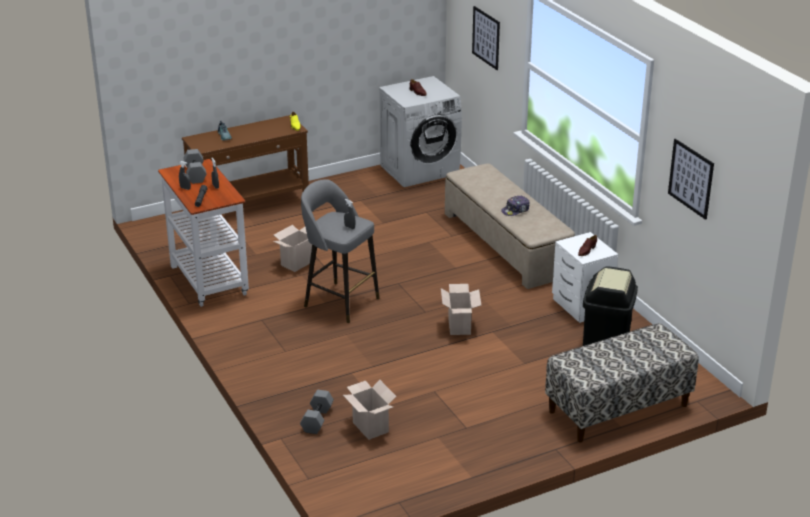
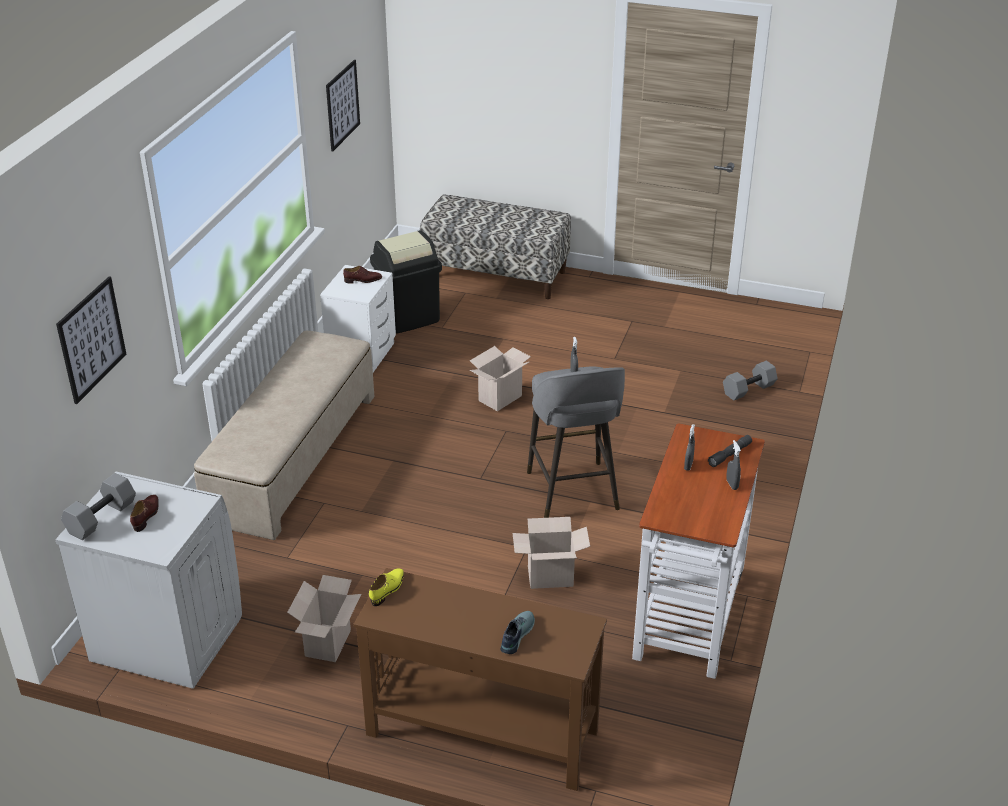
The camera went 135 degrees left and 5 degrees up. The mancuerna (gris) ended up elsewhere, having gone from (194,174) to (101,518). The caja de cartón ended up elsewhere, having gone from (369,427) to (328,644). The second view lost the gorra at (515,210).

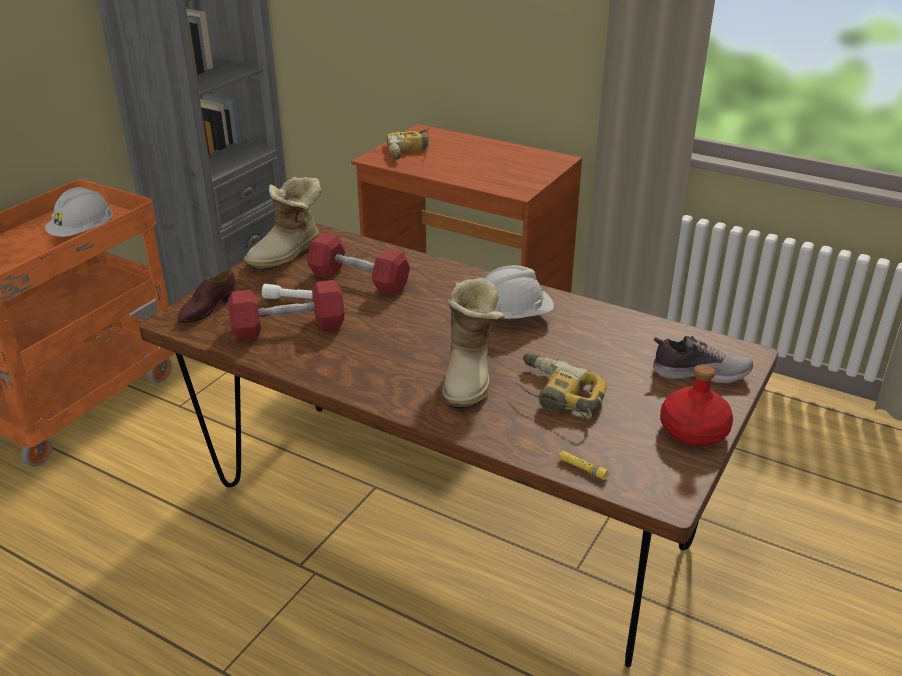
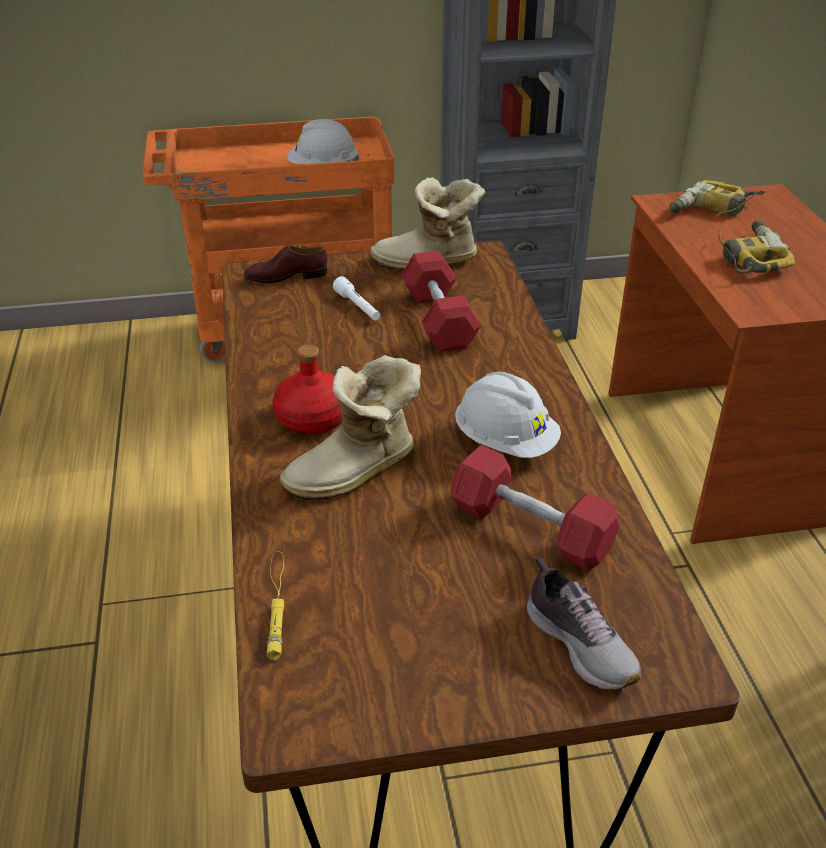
The camera went 50 degrees right and 5 degrees up. The botella (rojo) ended up elsewhere, having gone from (692,431) to (312,418). The mancuerna (rojo) ended up elsewhere, having gone from (288,327) to (530,528). The taladro ended up elsewhere, having gone from (555,395) to (748,257).

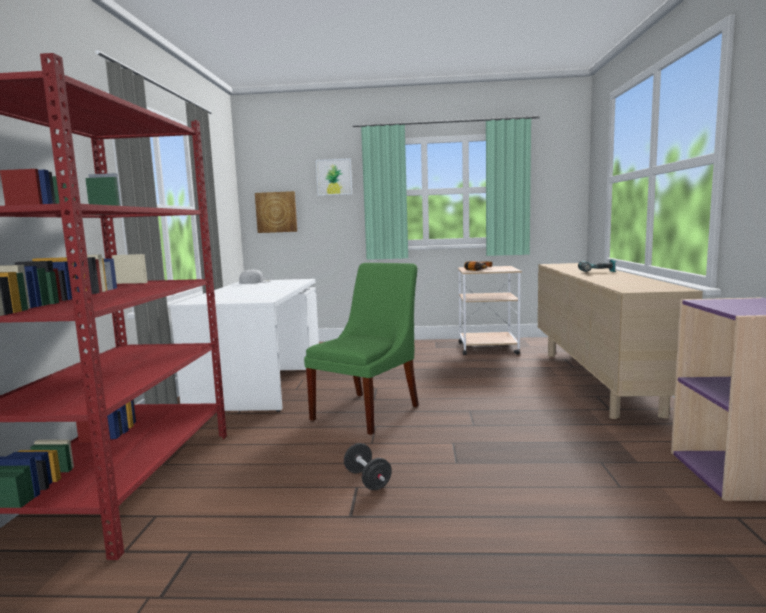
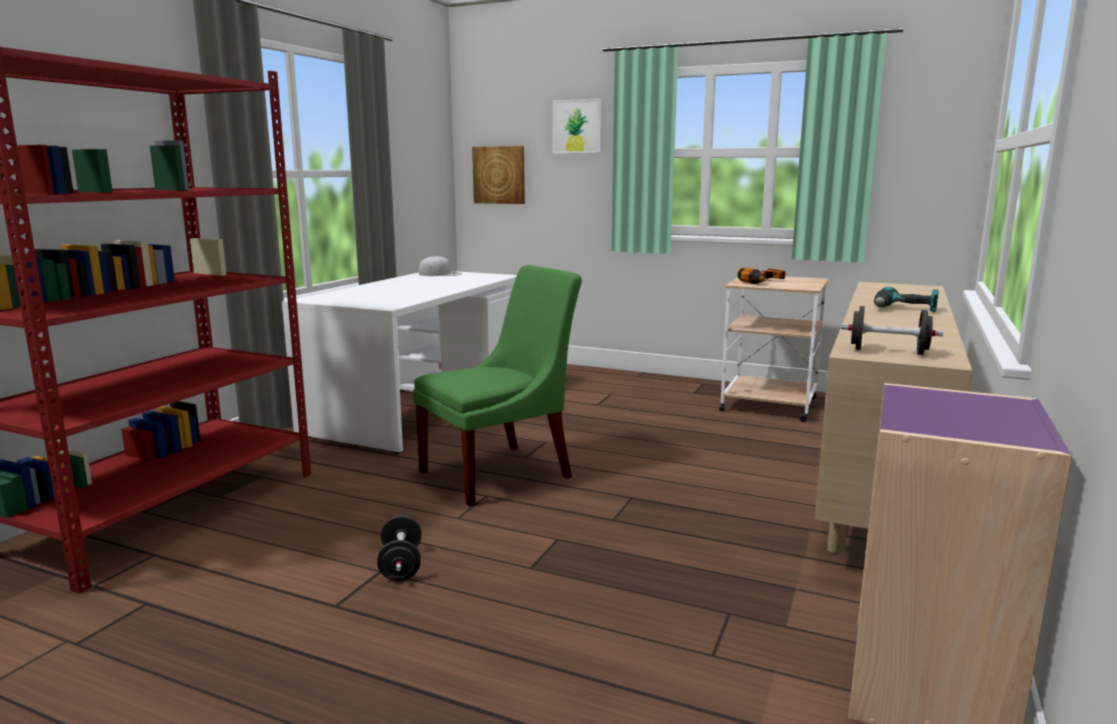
The camera went 20 degrees right and 5 degrees up. The second view gained the mancuerna (negro) at (888,351).

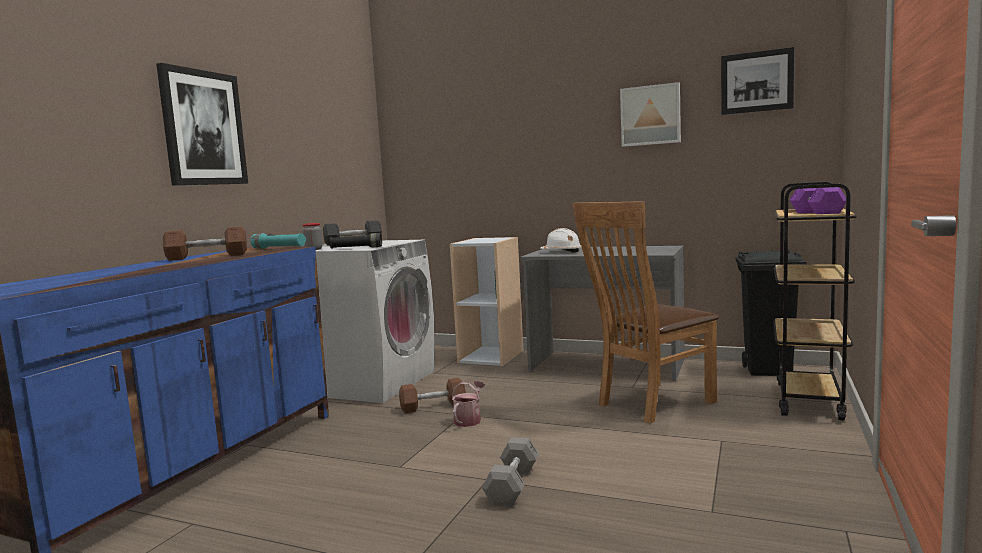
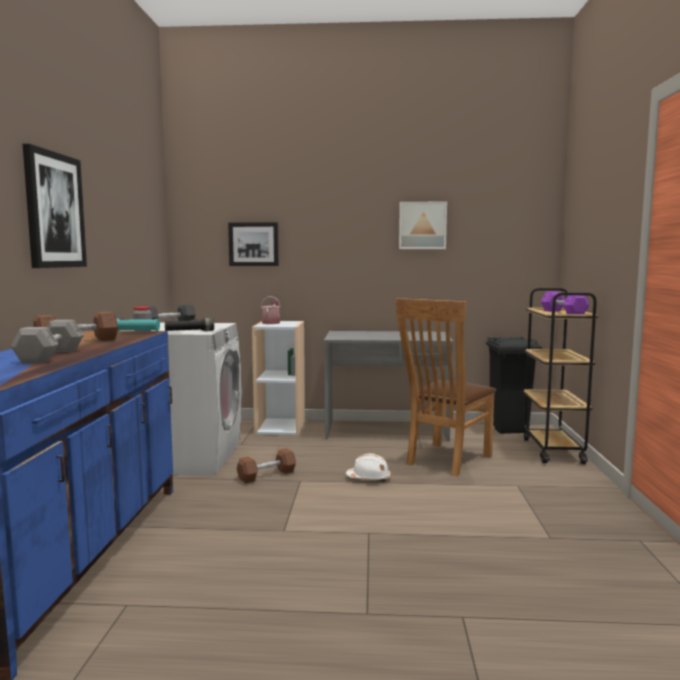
The camera went 20 degrees left and 0 degrees up. The mancuerna (gris) ended up elsewhere, having gone from (512,485) to (50,356). The cuadro ended up elsewhere, having gone from (756,82) to (253,244). The regadera ended up elsewhere, having gone from (469,419) to (271,322). The casco (blanco) ended up elsewhere, having gone from (561,252) to (369,478).

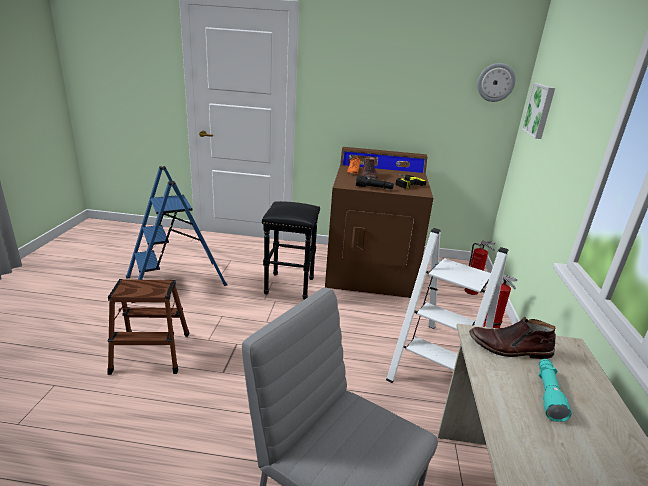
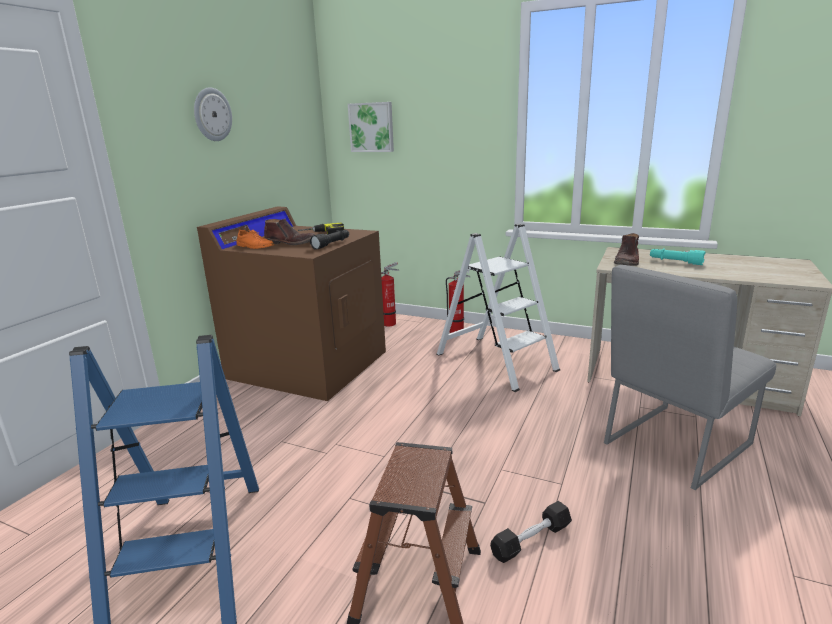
The camera went 70 degrees left and 5 degrees down. The reloj de pared ended up elsewhere, having gone from (496,82) to (212,114). The second view gained the mancuerna (negro) at (531,540). The second view lost the taburete (negro) at (290,285).

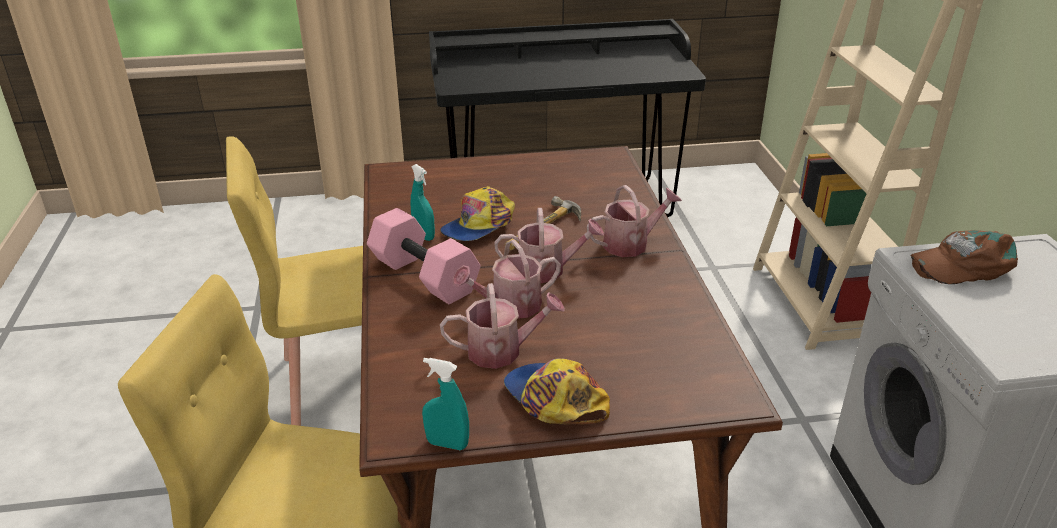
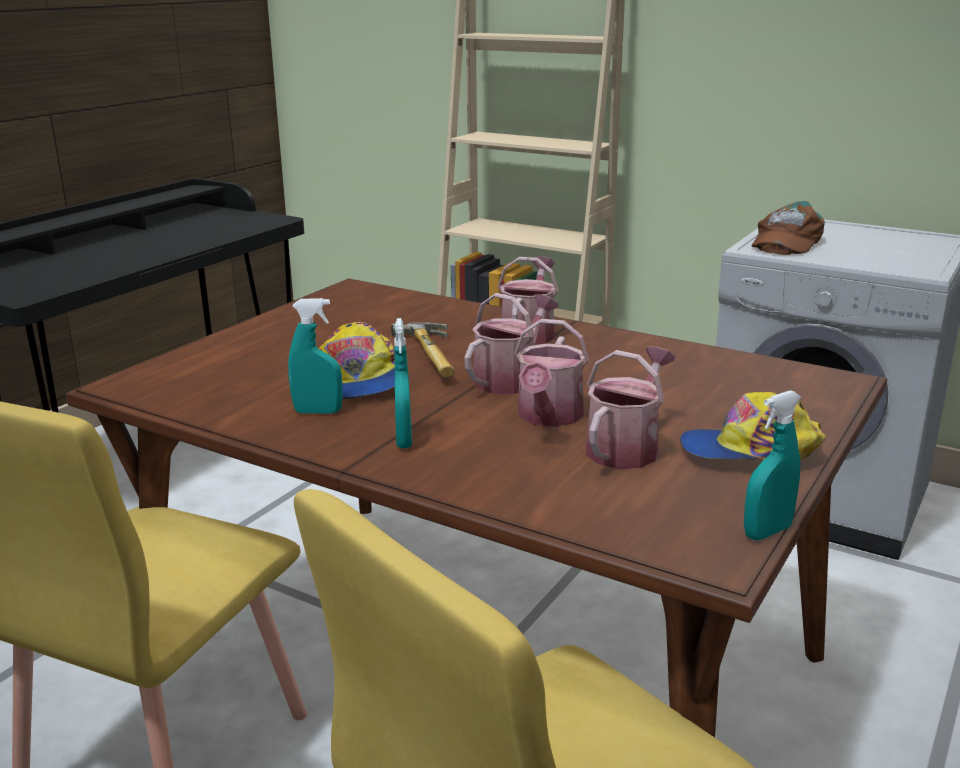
The camera went 50 degrees left and 10 degrees down. Where the mancuerna (rosa) stood at (422,276), the pulverizador (turquesa) came to stand at (404,440).

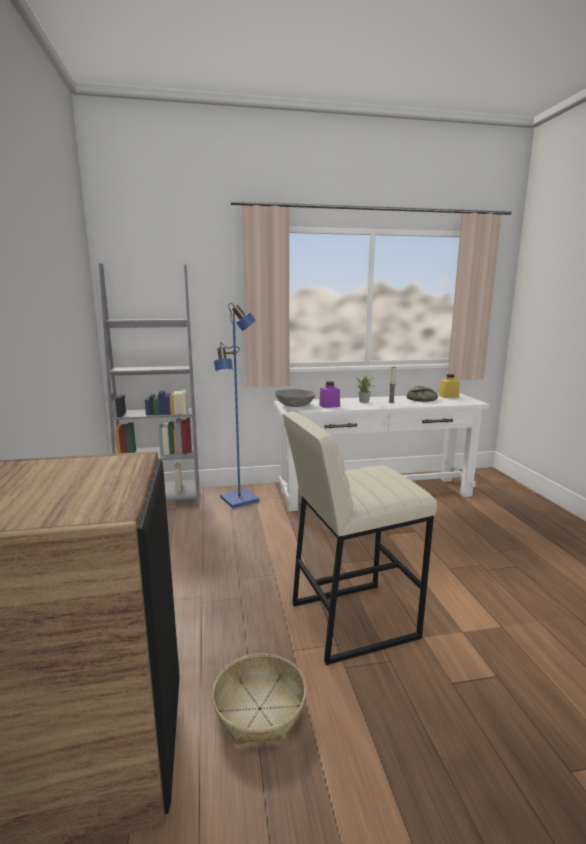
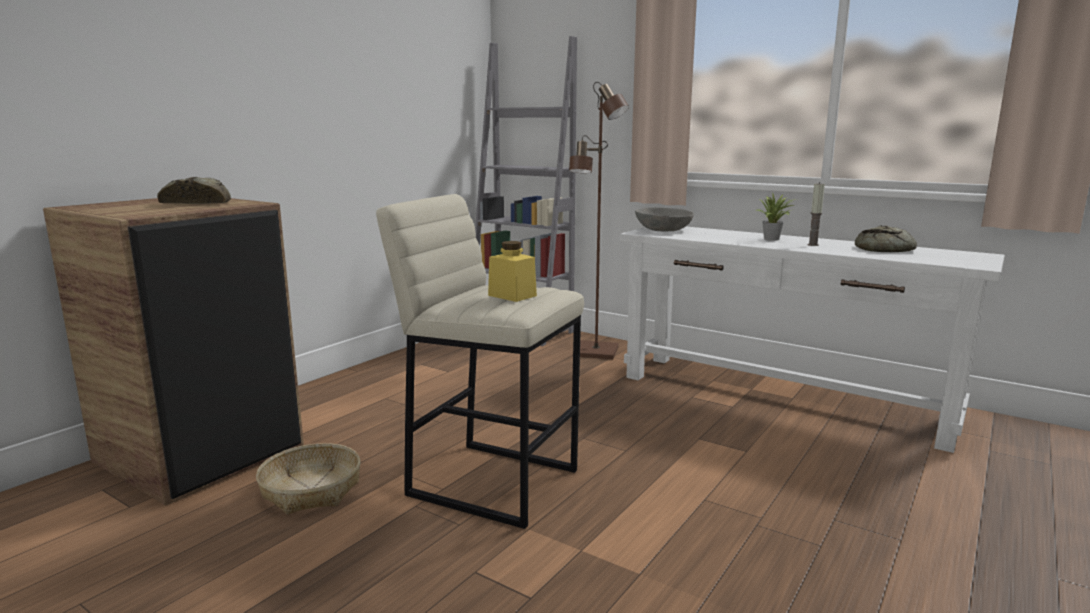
The camera went 45 degrees right and 0 degrees up. The second view gained the pan at (196,203). The tarro (amarillo) ended up elsewhere, having gone from (448,396) to (512,295). What was the lámpara de pie (azul) at (239,499) turned into the lámpara de pie (marrón) at (595,351). The second view lost the tarro (morado) at (329,406).

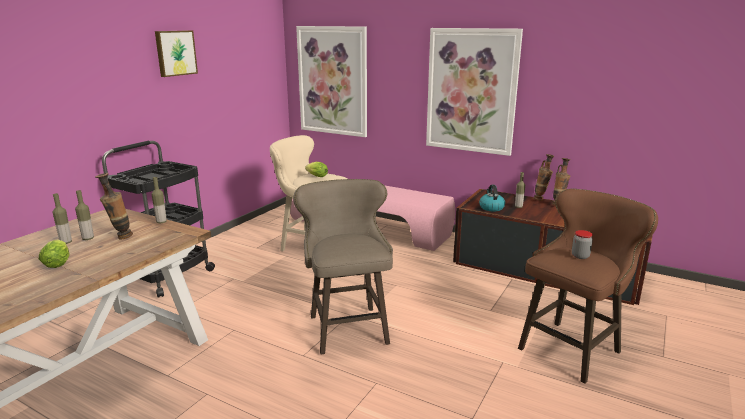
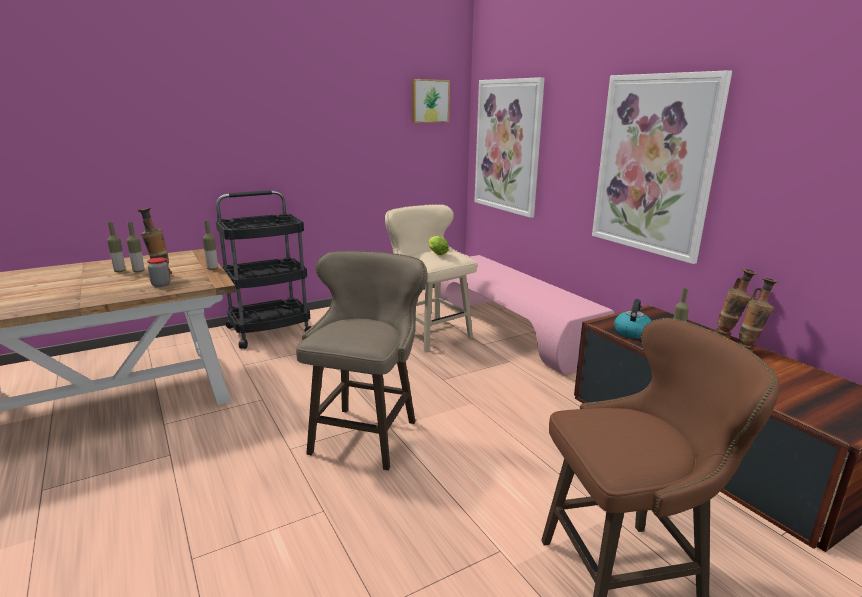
The camera went 30 degrees right and 0 degrees up. The tarro ended up elsewhere, having gone from (580,256) to (161,284). The cuadro ended up elsewhere, having gone from (175,53) to (429,101). The second view lost the lechuga at (58,263).

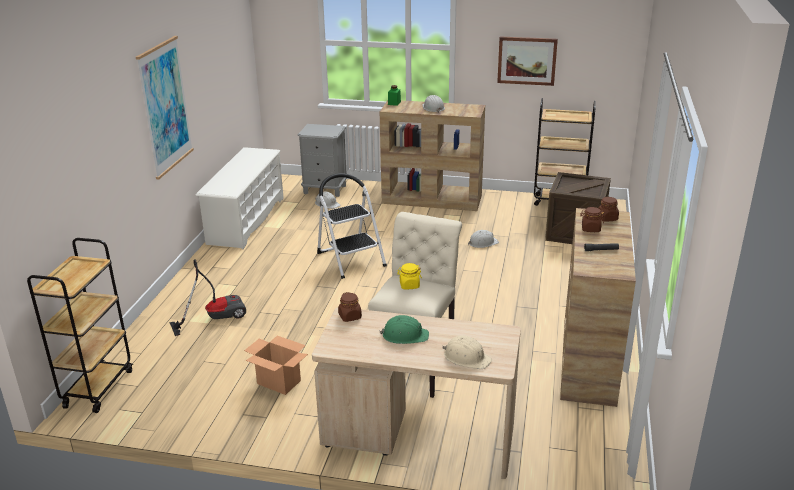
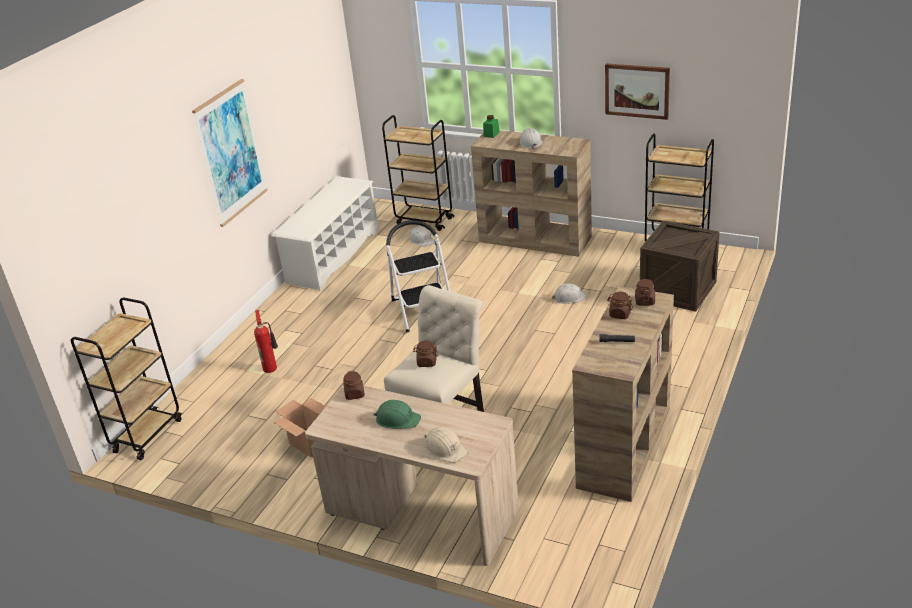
The camera went 15 degrees right and 5 degrees up. Where the aspiradora stood at (215,317), the extintor came to stand at (271,367). Where the mesita de noche (gris) stood at (325,189), the carrito (marrón) came to stand at (425,221). What was the tarro (amarillo) at (409,285) turned into the tarro (marrón) at (427,362).

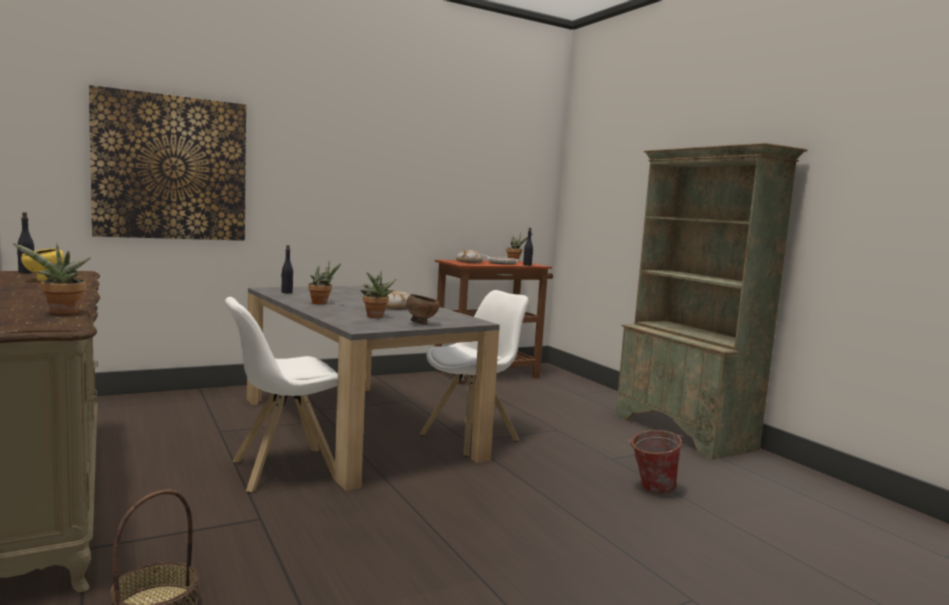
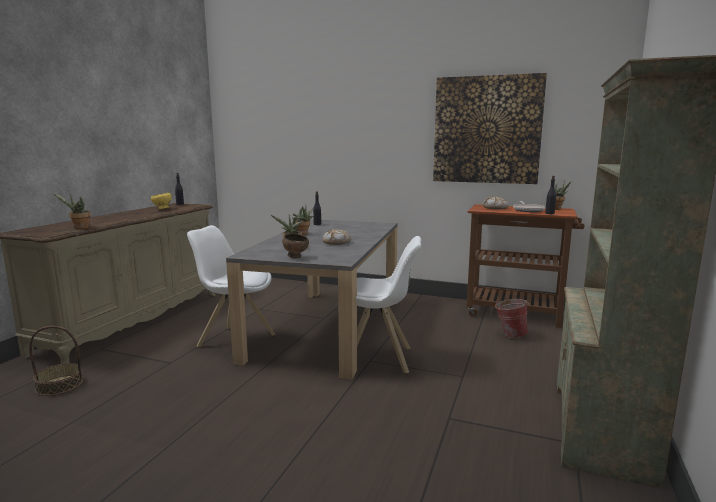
The camera went 50 degrees right and 5 degrees up. The cuadro ended up elsewhere, having gone from (171,168) to (486,130). The cubo ended up elsewhere, having gone from (651,489) to (509,334).

